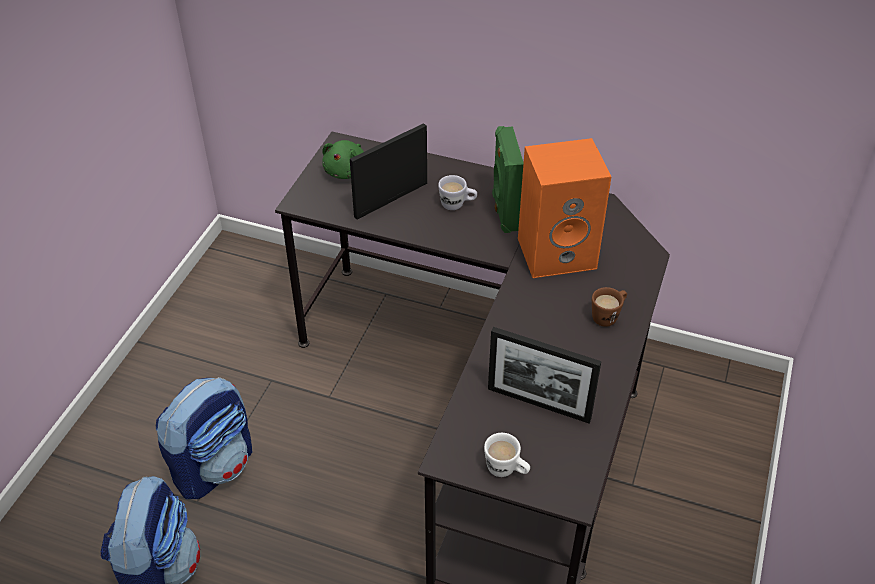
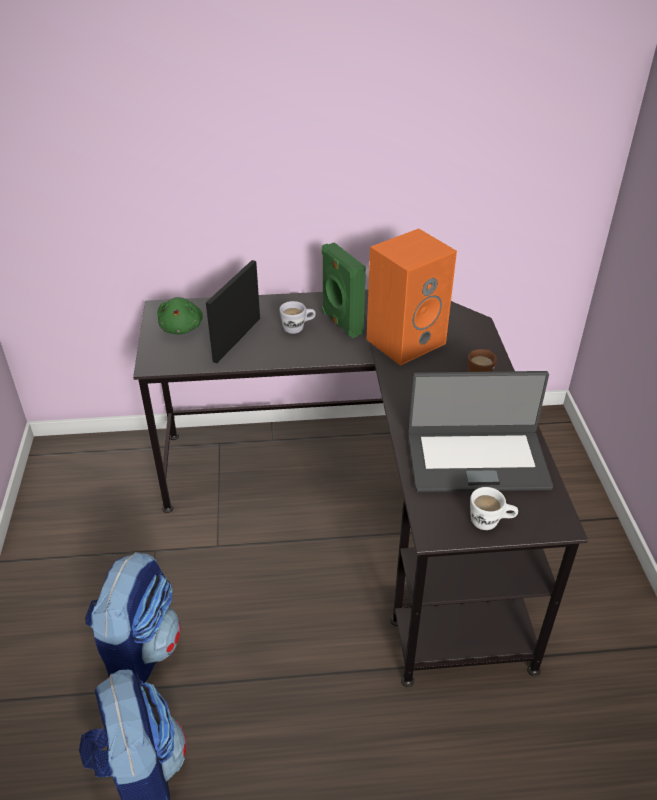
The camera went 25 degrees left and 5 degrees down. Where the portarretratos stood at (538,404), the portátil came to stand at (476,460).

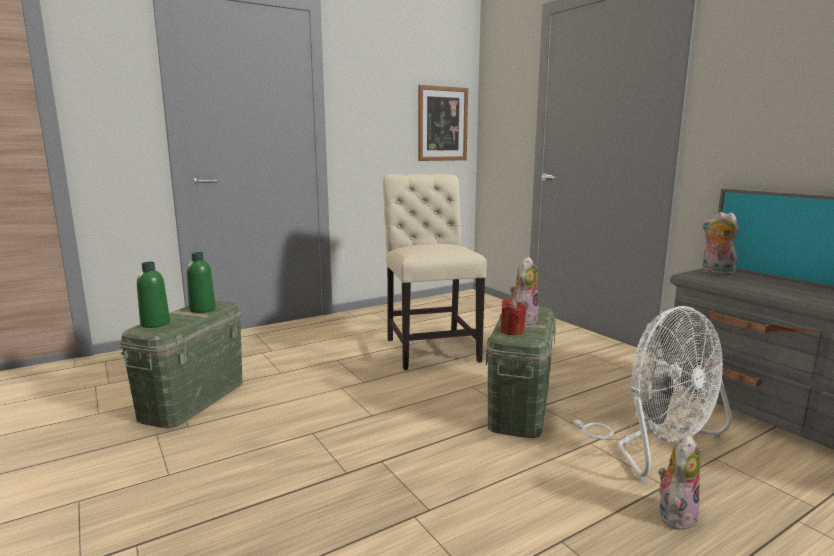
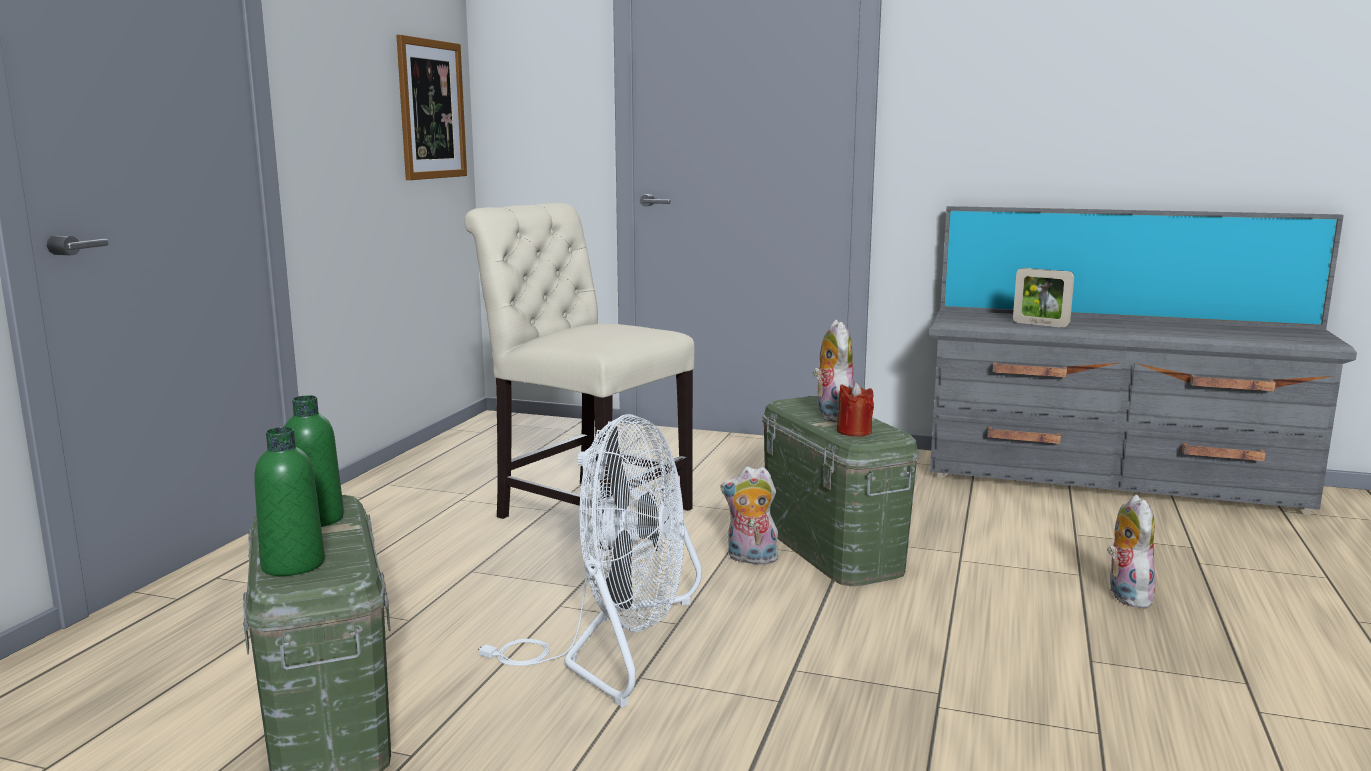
The camera went 40 degrees left and 0 degrees up. The ventilador (blanco) ended up elsewhere, having gone from (653,446) to (613,647). The peluche ended up elsewhere, having gone from (715,272) to (750,559). The second view gained the portarretratos at (1040,324).

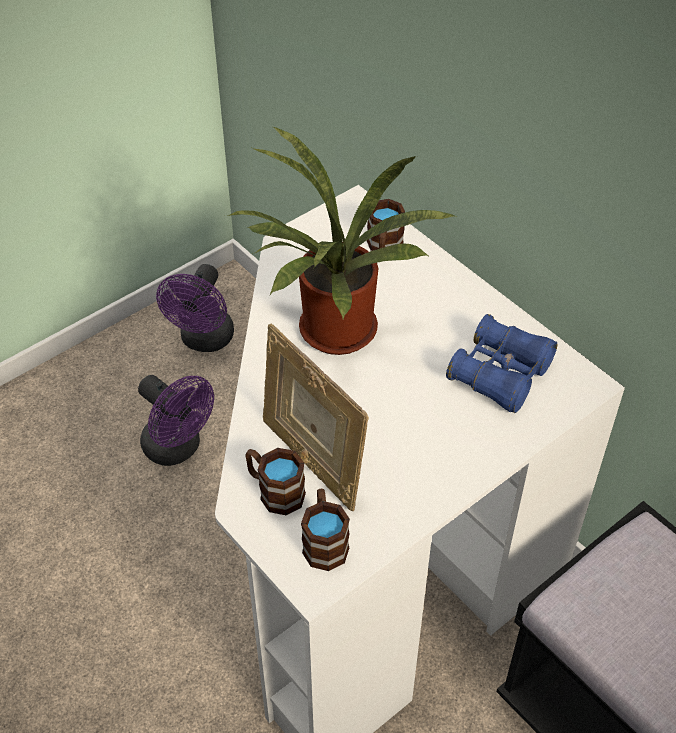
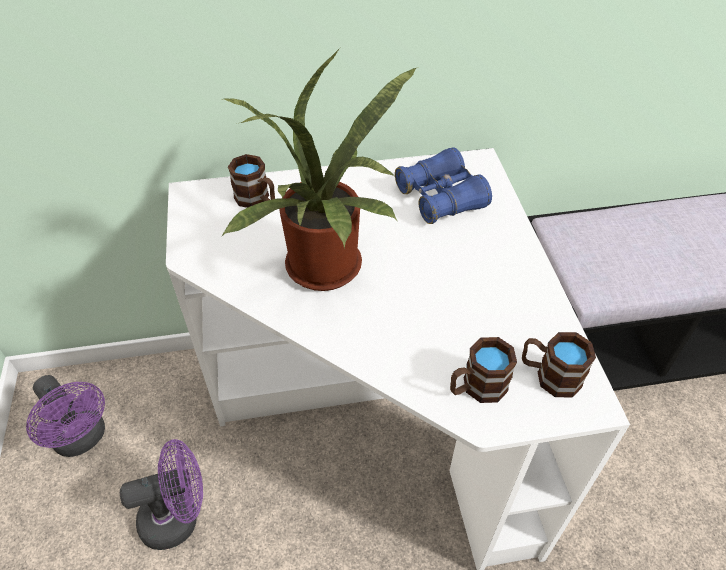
The camera went 60 degrees left and 0 degrees up. The second view lost the portarretratos at (312,460).

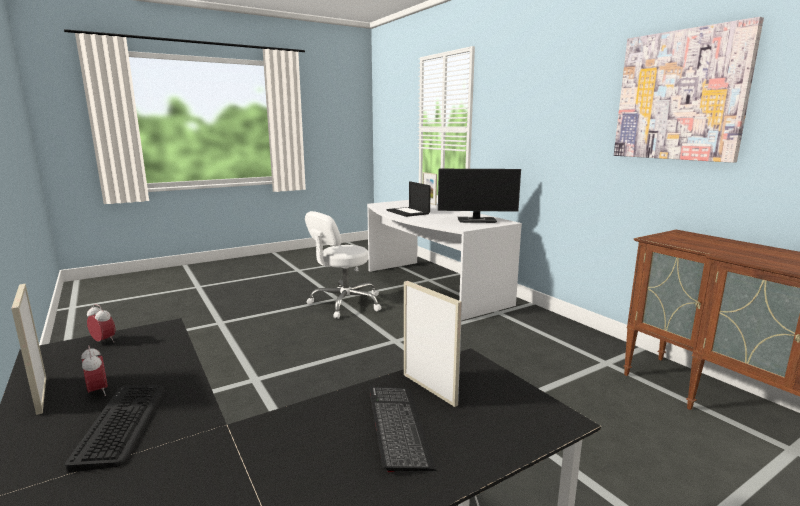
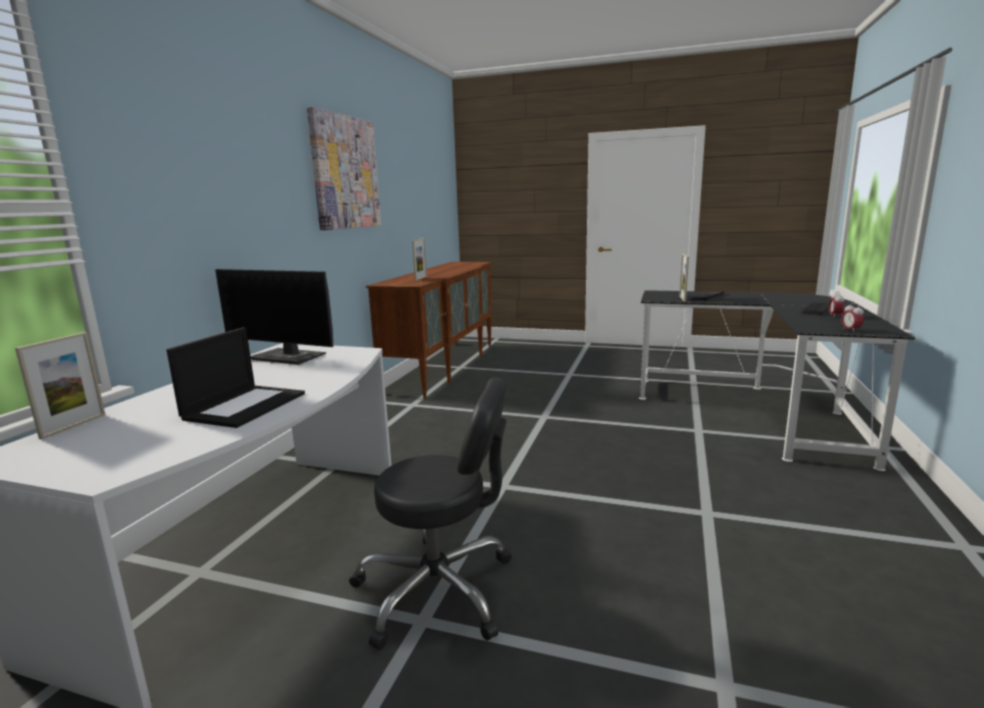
The camera went 130 degrees left and 0 degrees up. The monitor at (477,220) ended up facing another way, 150 degrees clockwise from before. What was the silla de oficina (blanco) at (343,304) turned into the silla de oficina (negro) at (444,591). The portarretratos ended up elsewhere, having gone from (41,395) to (420,278).

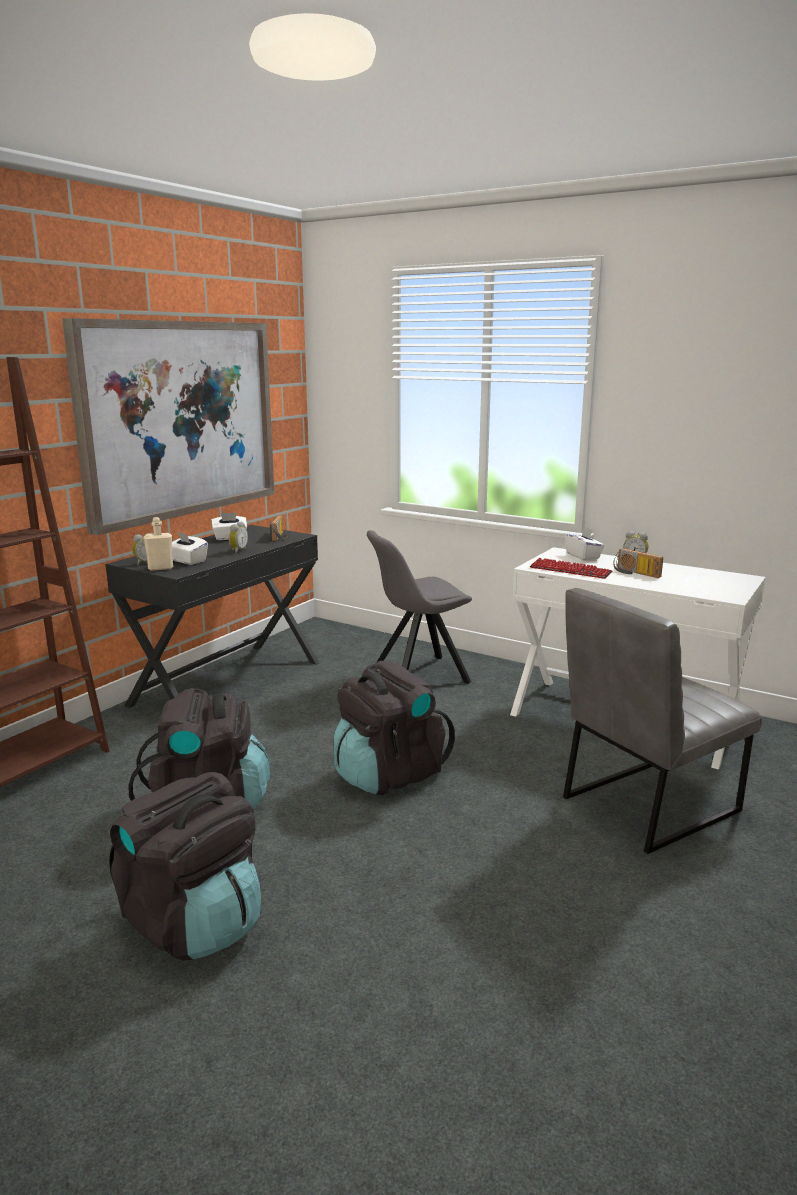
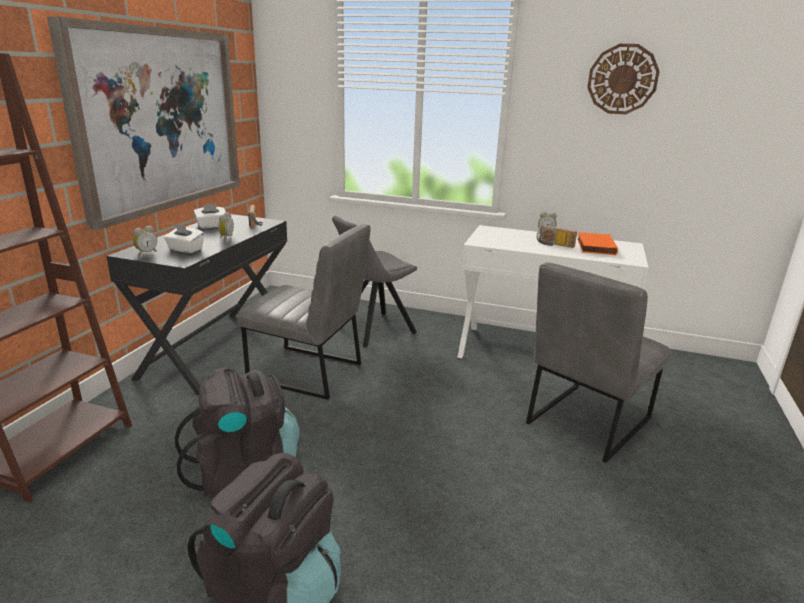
The camera went 15 degrees left and 5 degrees up. The second view gained the silla (gris) at (308,372). The second view gained the libro (naranja) at (594,246). The second view gained the reloj de pared at (622,79). The second view lost the botella (beis) at (160,568). The second view lost the mochila (negro) at (389,774). The second view lost the teclado at (570,570). The second view lost the caja de pañuelos (blanco) at (583,556).

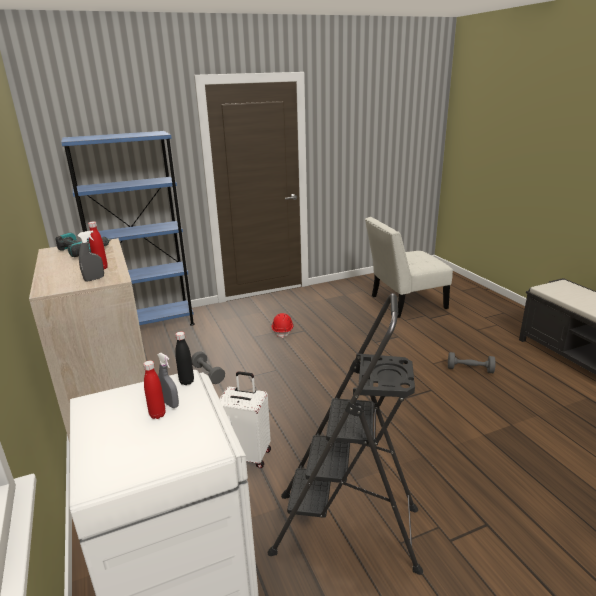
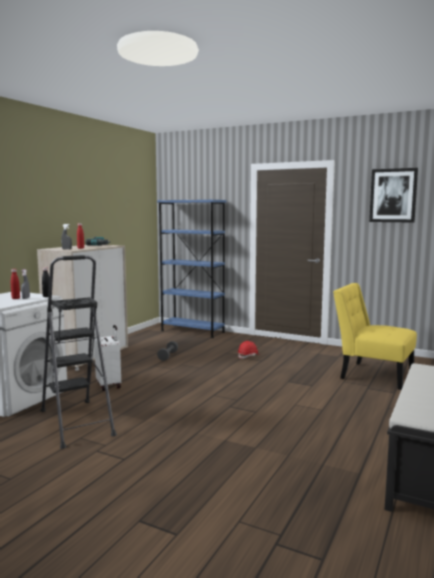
The camera went 50 degrees right and 15 degrees down. What was the silla (blanco) at (404,303) turned into the silla (amarillo) at (372,375). The second view gained the cuadro at (393,195). The second view lost the mancuerna (gris) at (470,369).

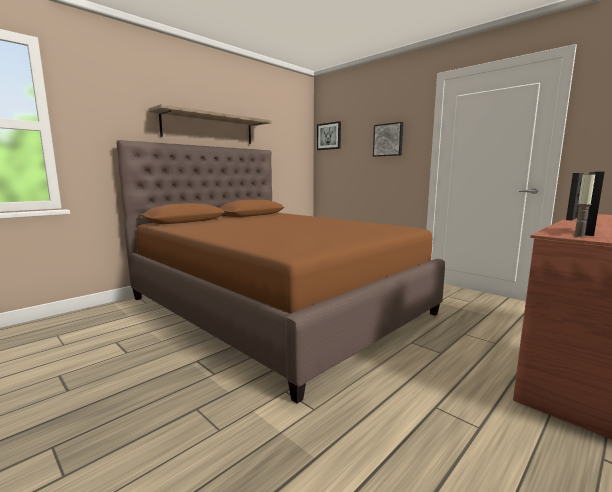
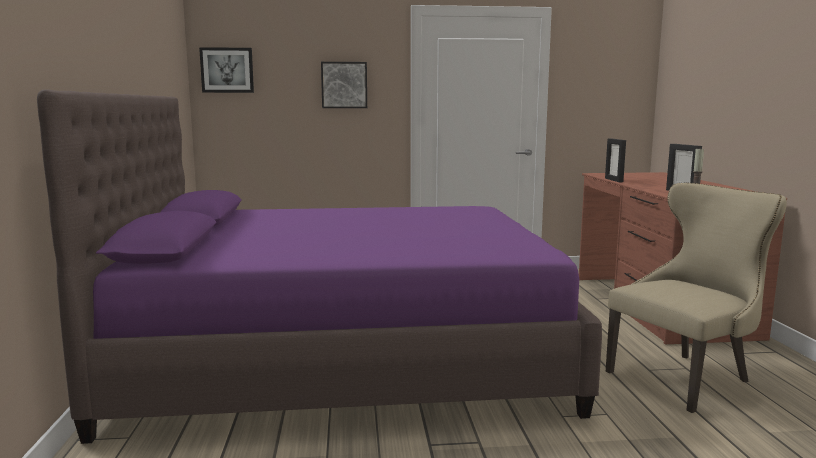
The camera went 50 degrees left and 0 degrees up. What was the cama (marrón) at (277,305) turned into the cama (morado) at (345,355). The second view gained the silla (beis) at (685,377). The second view lost the estante at (209,128).

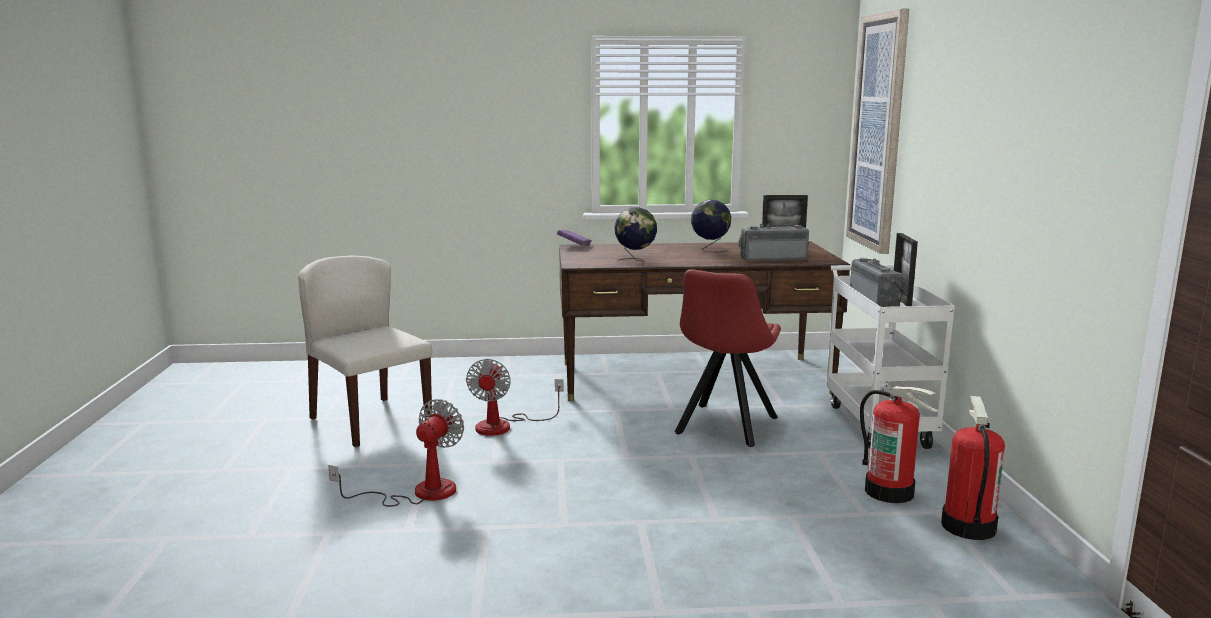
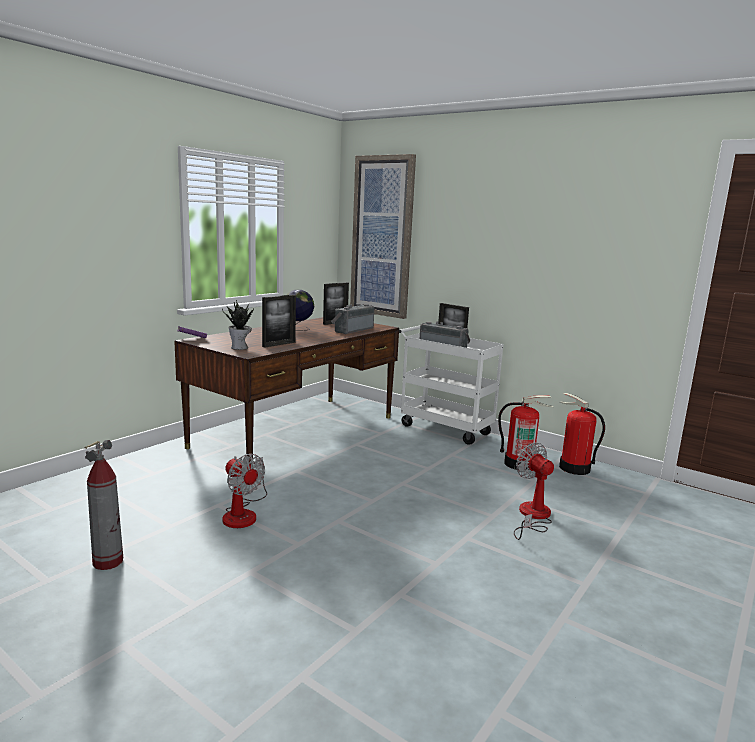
The camera went 50 degrees left and 0 degrees up. Where the silla (beis) stood at (369,421), the extintor came to stand at (108,562). The second view gained the planta en maceta at (240,348). Where the globo terráqueo stood at (635,261), the portarretratos came to stand at (279,344). The ventilador ended up elsewhere, having gone from (419,493) to (532,517). The second view lost the silla (rojo) at (725,425).

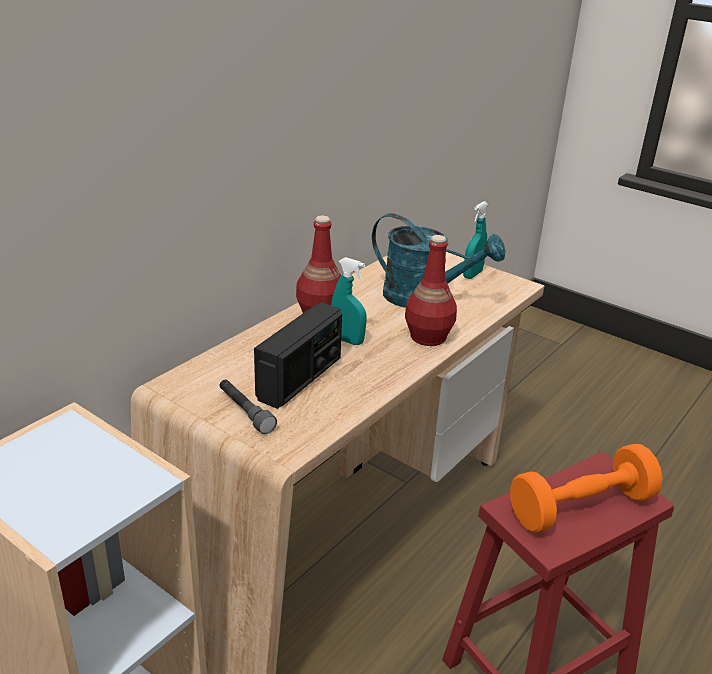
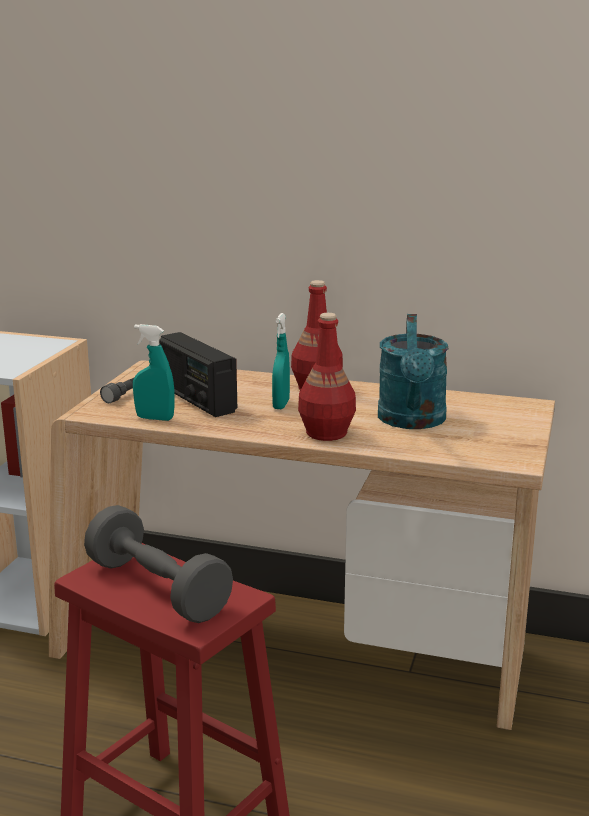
The camera went 70 degrees right and 10 degrees down. What was the mancuerna (naranja) at (581,507) turned into the mancuerna (gris) at (157,589). The pulverizador (turquesa) ended up elsewhere, having gone from (472,274) to (155,418). The radio at (300,378) ended up facing another way, 45 degrees clockwise from before.

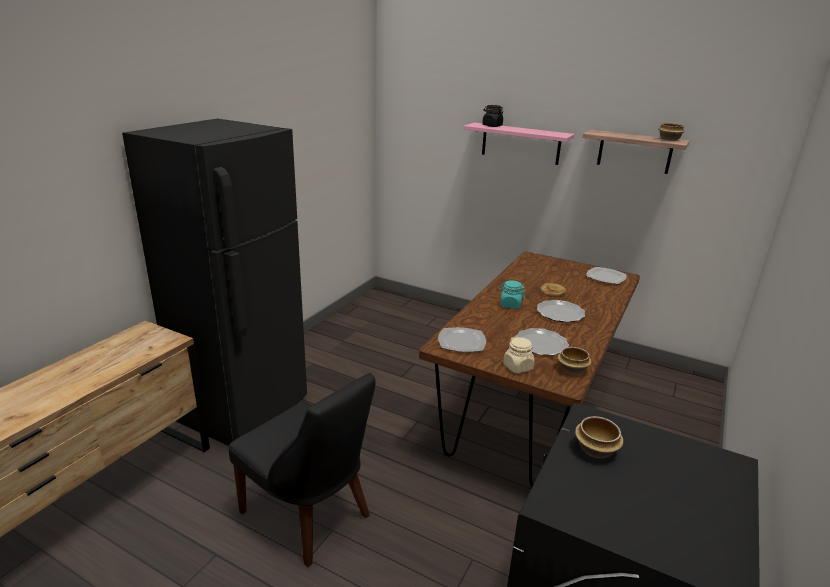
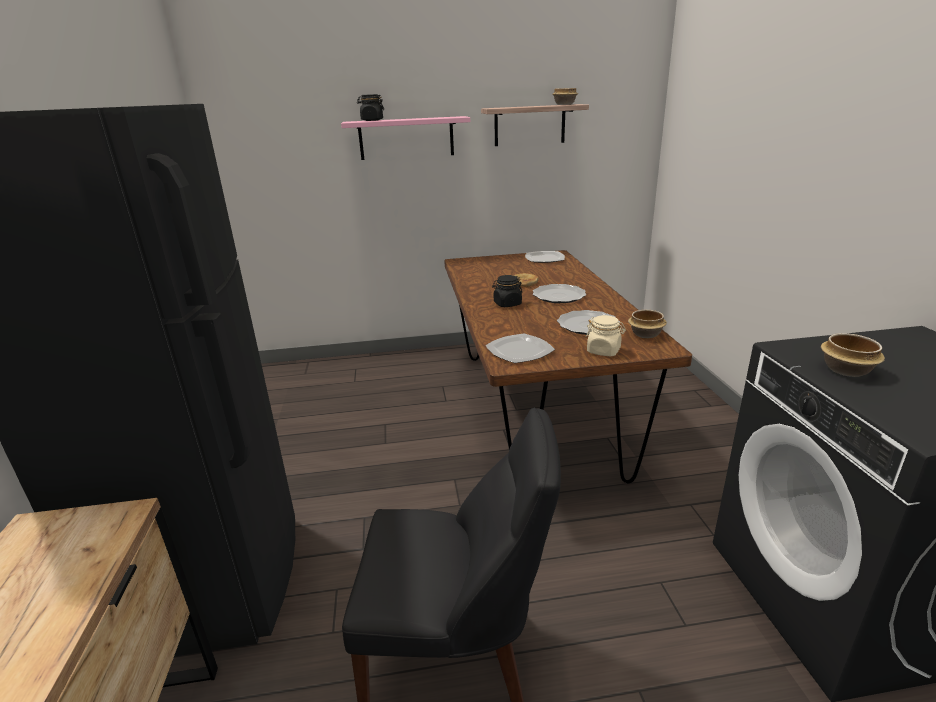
The camera went 35 degrees left and 0 degrees up. What was the tarro (turquesa) at (510,305) turned into the tarro (negro) at (507,304).

